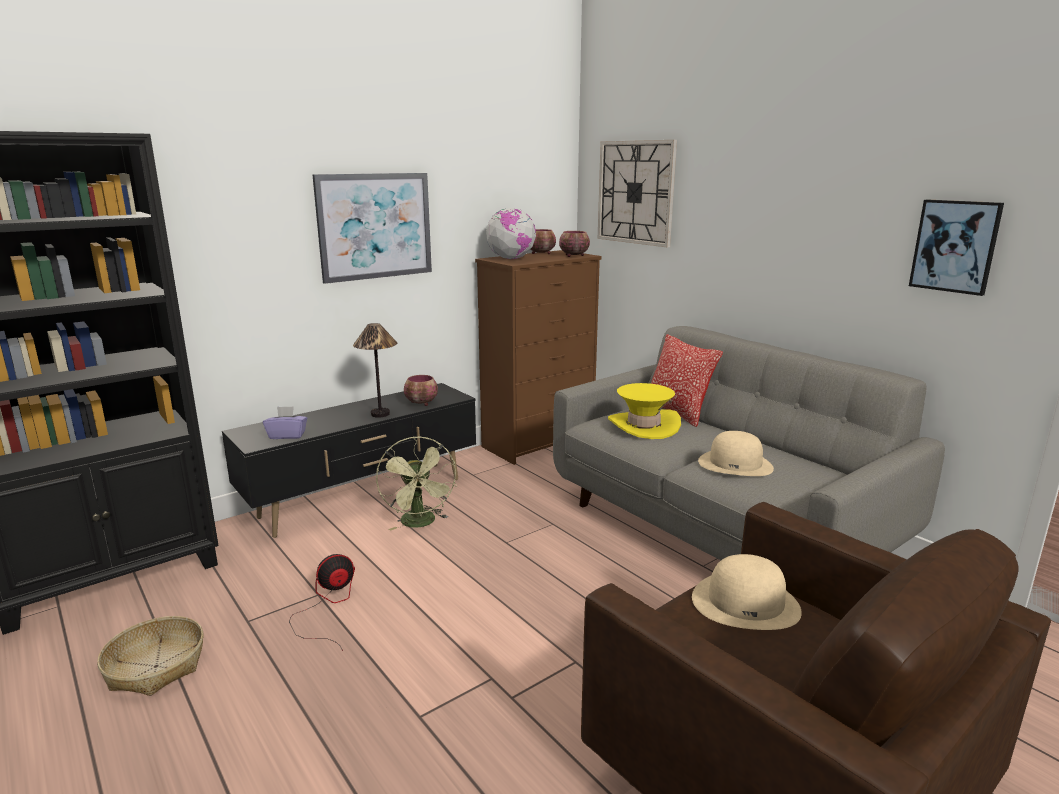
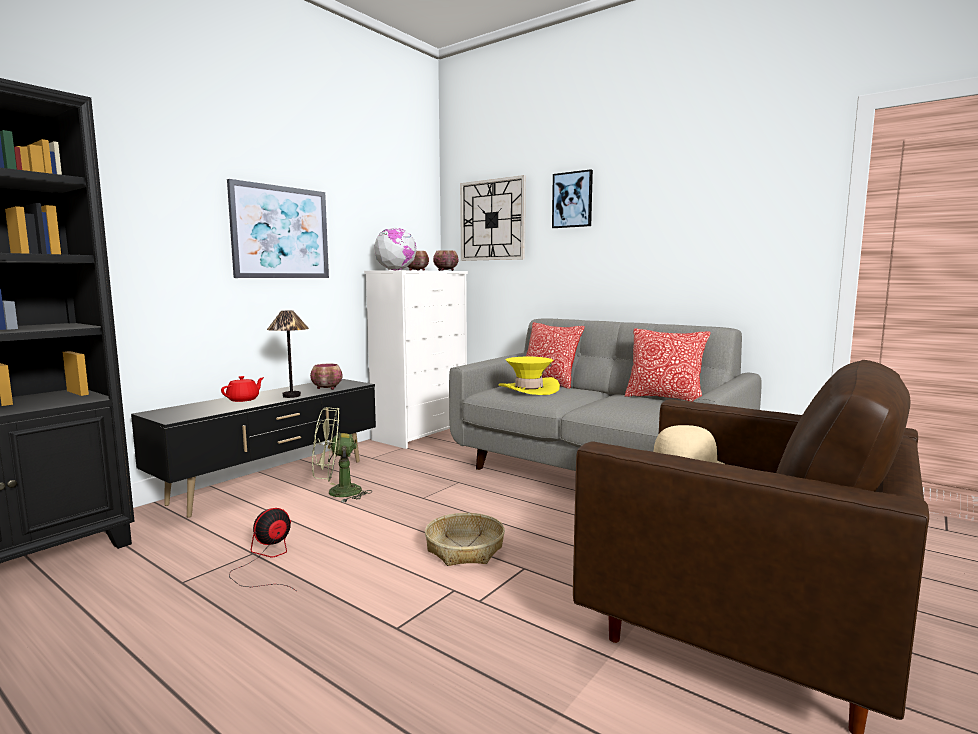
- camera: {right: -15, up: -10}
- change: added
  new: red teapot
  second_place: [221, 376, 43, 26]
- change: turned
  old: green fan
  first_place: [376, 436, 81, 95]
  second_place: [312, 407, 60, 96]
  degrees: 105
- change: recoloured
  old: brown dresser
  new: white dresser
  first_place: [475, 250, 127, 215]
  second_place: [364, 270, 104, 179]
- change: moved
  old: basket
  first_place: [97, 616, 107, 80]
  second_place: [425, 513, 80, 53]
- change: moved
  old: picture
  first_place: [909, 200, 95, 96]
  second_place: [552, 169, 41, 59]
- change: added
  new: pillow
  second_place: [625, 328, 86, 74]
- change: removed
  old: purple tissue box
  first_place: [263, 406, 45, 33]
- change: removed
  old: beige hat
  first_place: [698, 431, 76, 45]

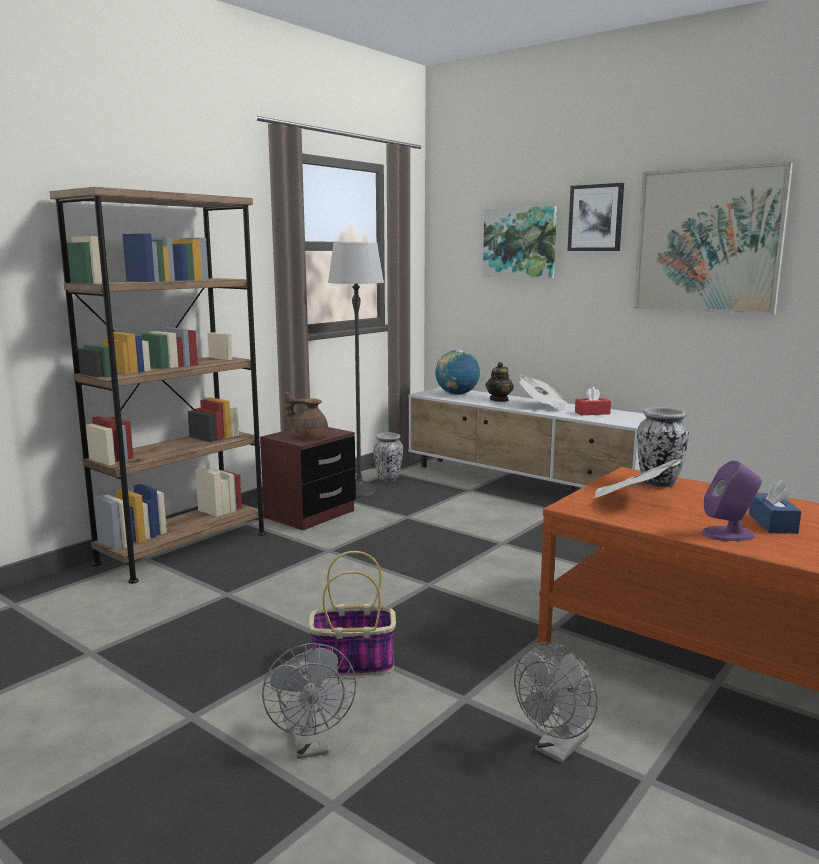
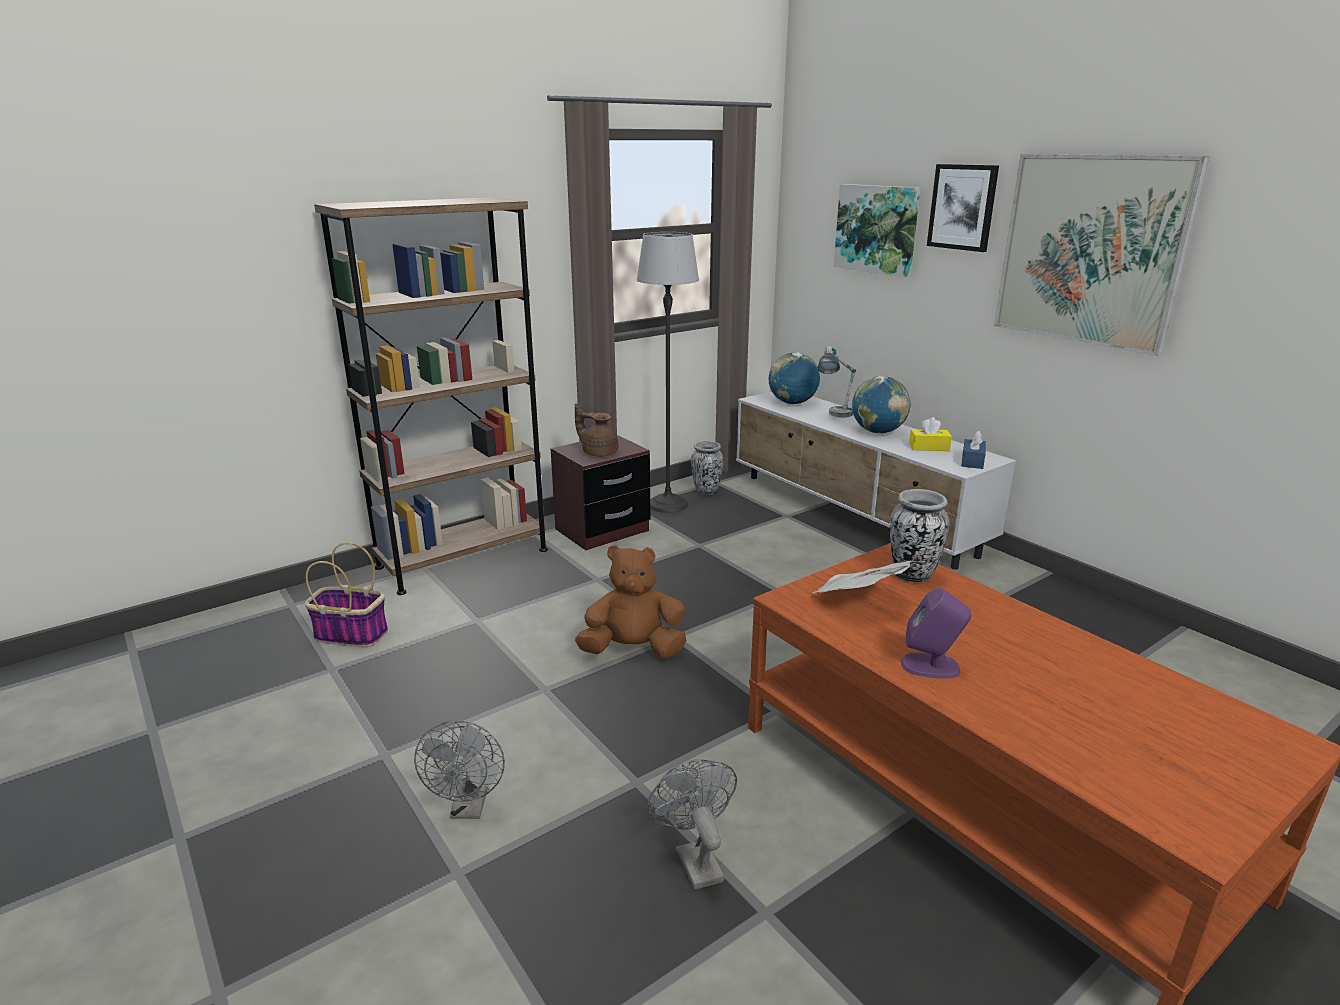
- camera: {right: 15, up: 10}
- change: moved
  old: basket
  first_place: [309, 551, 87, 125]
  second_place: [305, 542, 83, 105]
- change: added
  new: brown plush toy
  second_place: [575, 545, 111, 113]
- change: turned
  old: grey fan
  first_place: [514, 642, 84, 121]
  second_place: [647, 760, 90, 130]
  degrees: 105
- change: replaced
  old: teapot
  new: table lamp
  first_place: [486, 362, 28, 40]
  second_place: [818, 346, 38, 71]
- change: replaced
  old: newspaper
  new: globe
  first_place: [519, 375, 49, 36]
  second_place: [852, 376, 58, 57]
- change: recoloured
  old: red tissue box
  new: yellow tissue box
  first_place: [575, 387, 36, 28]
  second_place: [909, 417, 43, 34]
- change: moved
  old: blue tissue box
  first_place: [749, 480, 52, 54]
  second_place: [962, 431, 24, 38]

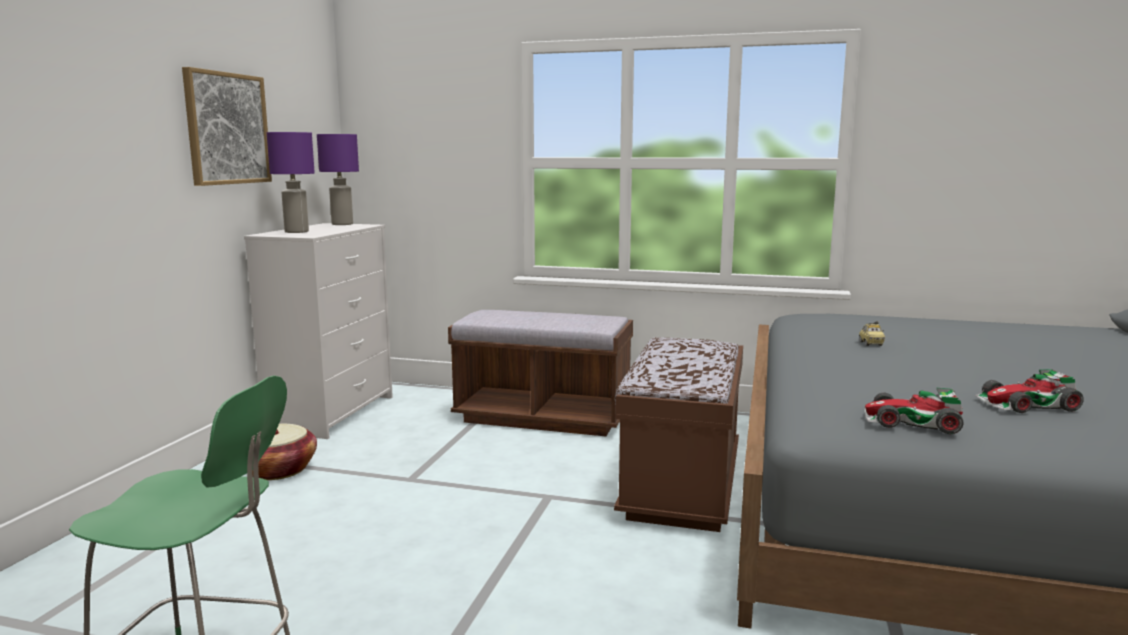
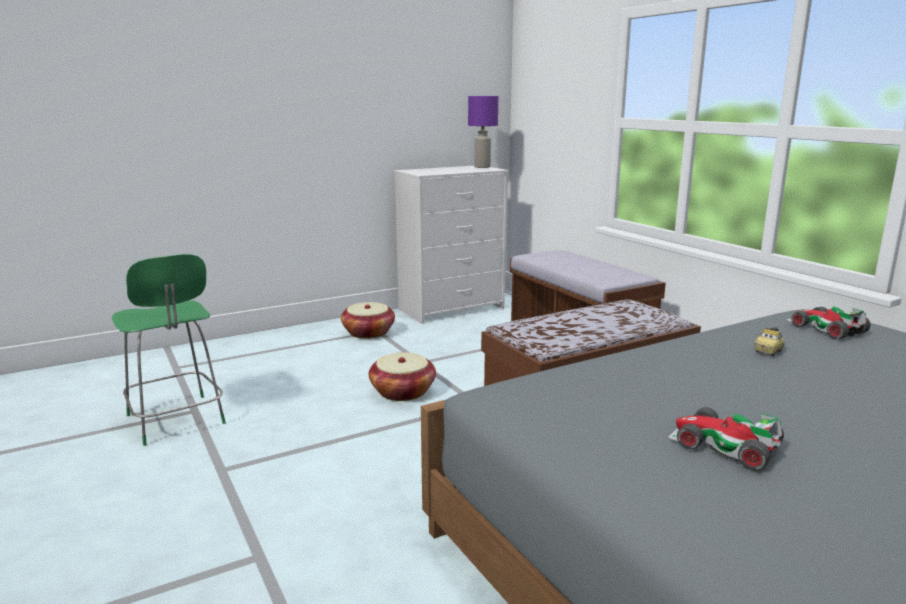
- camera: {right: 45, up: 5}
- change: added
  new: basket
  second_place: [369, 352, 67, 49]
- change: moved
  old: toy car
  first_place: [864, 388, 100, 46]
  second_place: [786, 306, 85, 34]
- change: removed
  old: picture
  first_place: [182, 67, 90, 119]
- change: removed
  old: purple table lamp
  first_place: [267, 132, 48, 101]

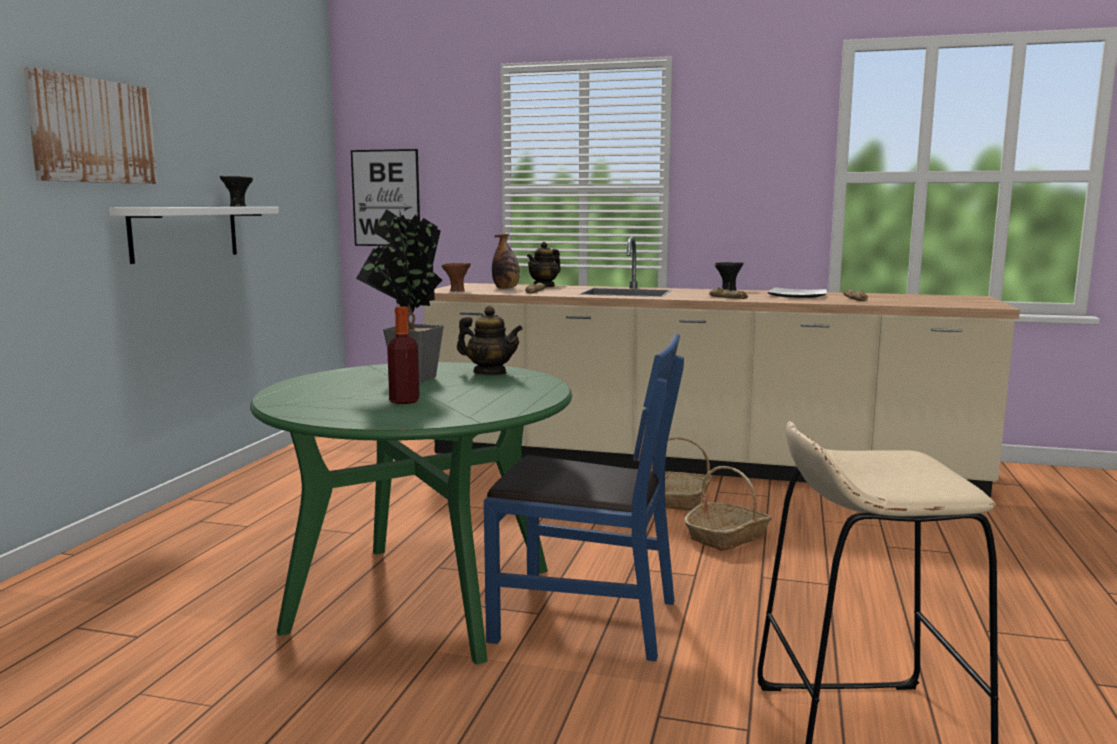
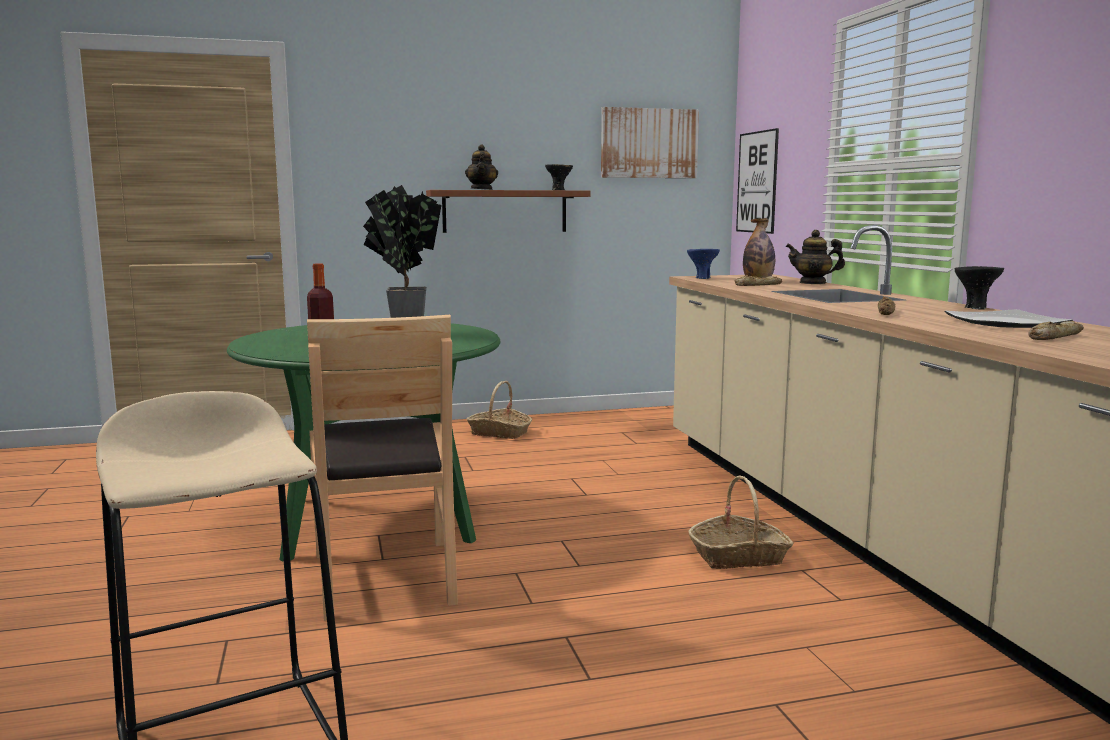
- camera: {right: 60, up: 0}
- change: recoloured
  old: blue chair
  new: brown chair
  first_place: [484, 334, 200, 327]
  second_place: [307, 315, 151, 306]
- change: recoloured
  old: white shelf
  new: brown shelf
  first_place: [109, 207, 170, 57]
  second_place: [426, 190, 165, 43]
- change: moved
  old: teapot
  first_place: [457, 306, 66, 69]
  second_place: [465, 144, 33, 46]
- change: moved
  old: basket
  first_place: [684, 466, 88, 85]
  second_place: [467, 381, 65, 58]
- change: moved
  old: picture
  first_place: [24, 67, 134, 117]
  second_place: [601, 107, 98, 71]
- change: recoloured
  old: brown bowl
  new: blue bowl
  first_place: [442, 263, 29, 29]
  second_place: [687, 249, 33, 30]

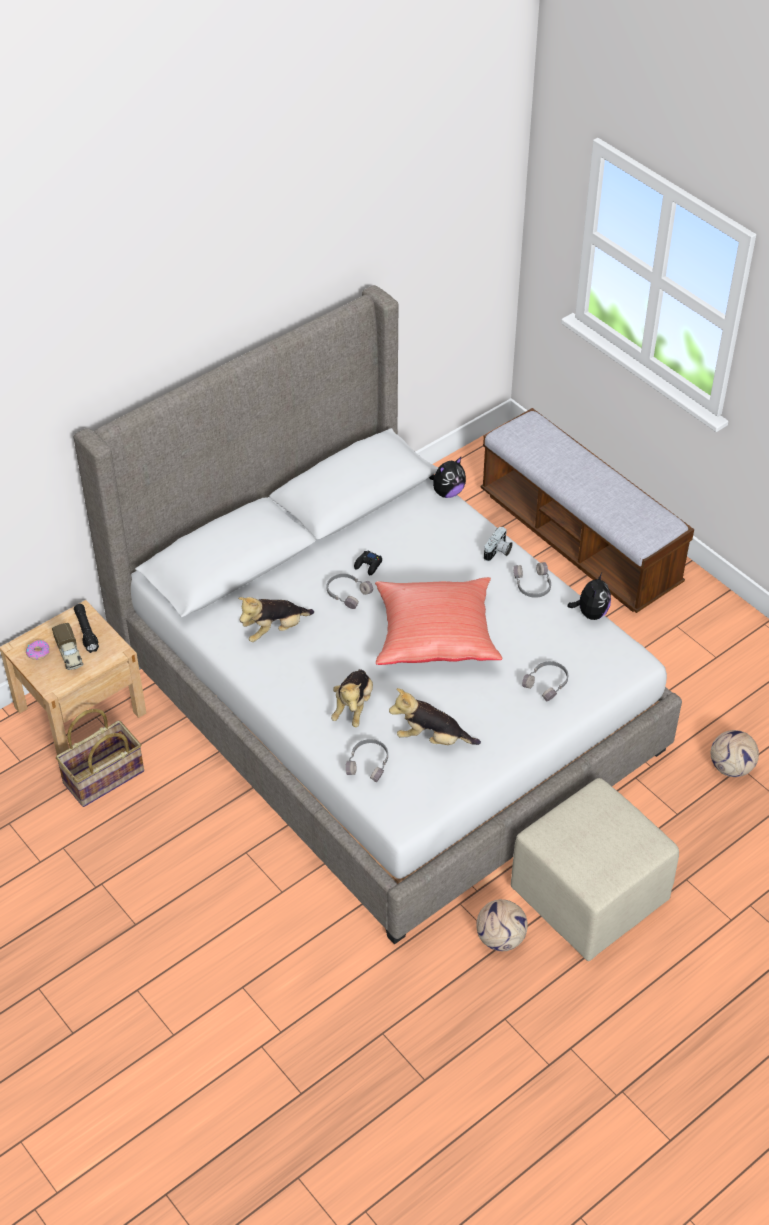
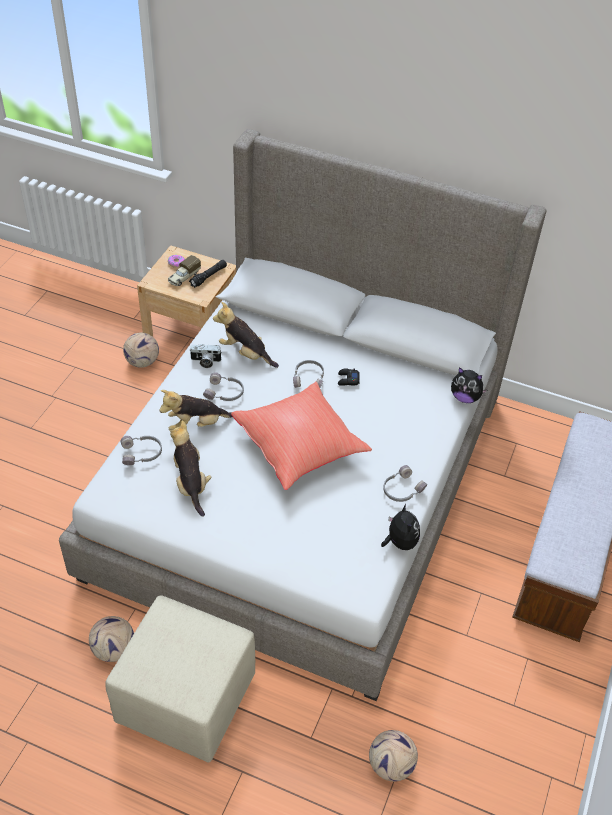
- camera: {right: 60, up: 0}
- change: replaced
  old: basket
  new: football
  first_place: [56, 709, 88, 98]
  second_place: [123, 332, 36, 36]
- change: moved
  old: photo camera
  first_place: [484, 527, 29, 34]
  second_place: [189, 344, 32, 24]
- change: moved
  old: grey headphones
  first_place: [522, 661, 46, 41]
  second_place: [203, 372, 41, 29]
- change: turned
  old: plush toy
  first_place: [567, 573, 44, 47]
  second_place: [381, 504, 39, 46]
  degrees: -90

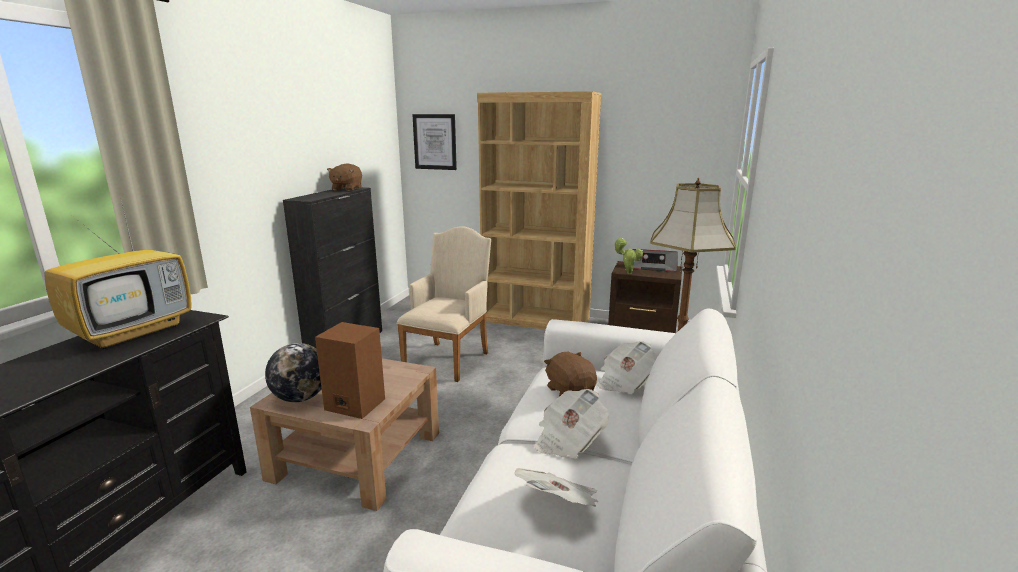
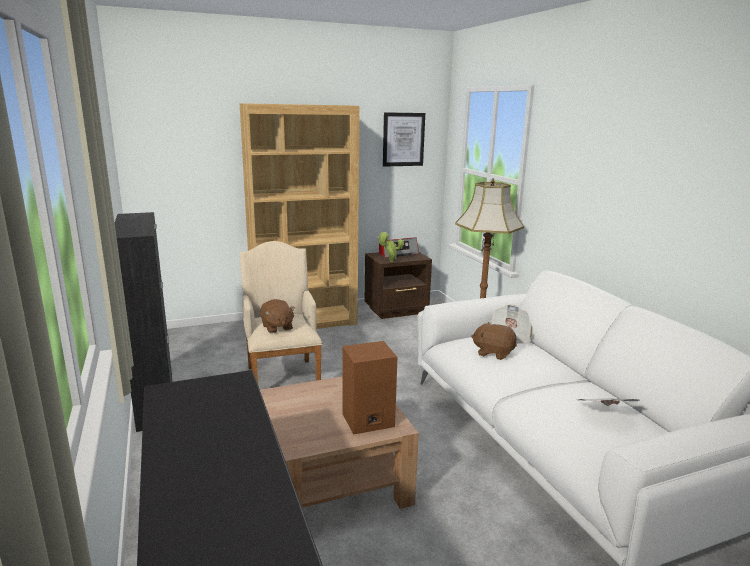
- camera: {right: -40, up: 0}
- change: moved
  old: brown plush toy
  first_place: [327, 163, 35, 28]
  second_place: [260, 299, 35, 34]
- change: moved
  old: picture
  first_place: [412, 114, 45, 56]
  second_place: [383, 112, 42, 55]
- change: removed
  old: television
  first_place: [44, 196, 148, 154]
- change: removed
  old: globe
  first_place: [265, 343, 57, 59]
- change: removed
  old: newspaper
  first_place: [534, 389, 75, 70]

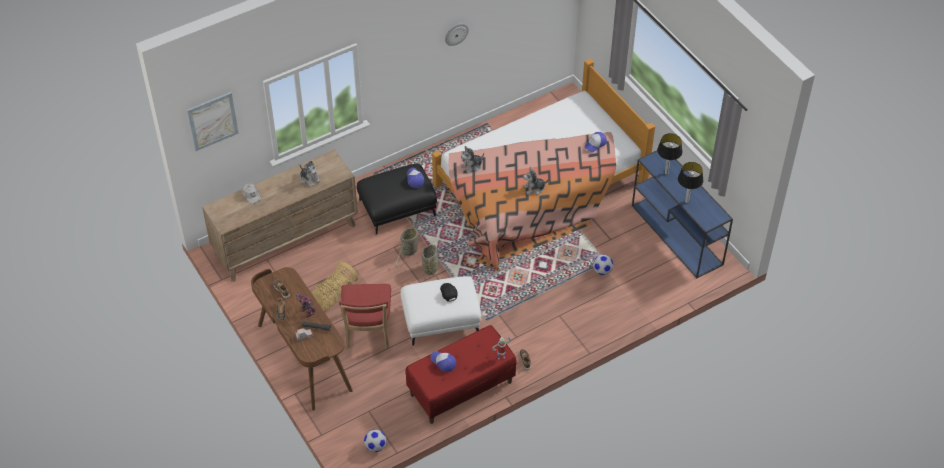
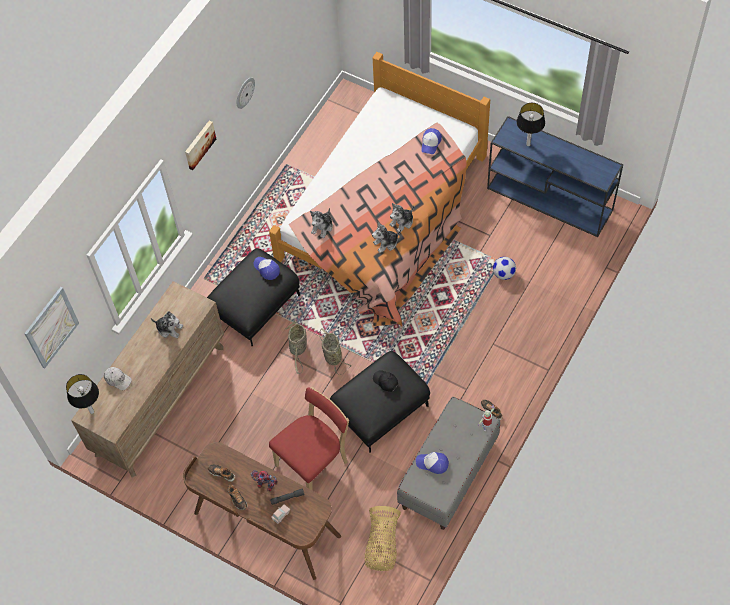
- camera: {right: -25, up: 10}
- change: moved
  old: table lamp
  first_place: [678, 162, 25, 41]
  second_place: [66, 374, 33, 40]
- change: added
  new: picture
  second_place: [185, 120, 31, 50]
- change: turned
  old: red chair
  first_place: [339, 284, 52, 65]
  second_place: [269, 387, 80, 104]
  degrees: -105
- change: recoloured
  old: white ottoman
  new: black ottoman
  first_place: [401, 276, 80, 70]
  second_place: [330, 351, 100, 102]
- change: moved
  old: basket
  first_place: [311, 262, 47, 48]
  second_place: [365, 506, 36, 65]
- change: added
  new: plush toy
  second_place: [372, 222, 29, 31]
- change: recoloured
  old: red bench
  new: grey bench
  first_place: [406, 325, 110, 99]
  second_place: [397, 397, 103, 133]
- change: removed
  old: football
  first_place: [364, 429, 23, 23]

